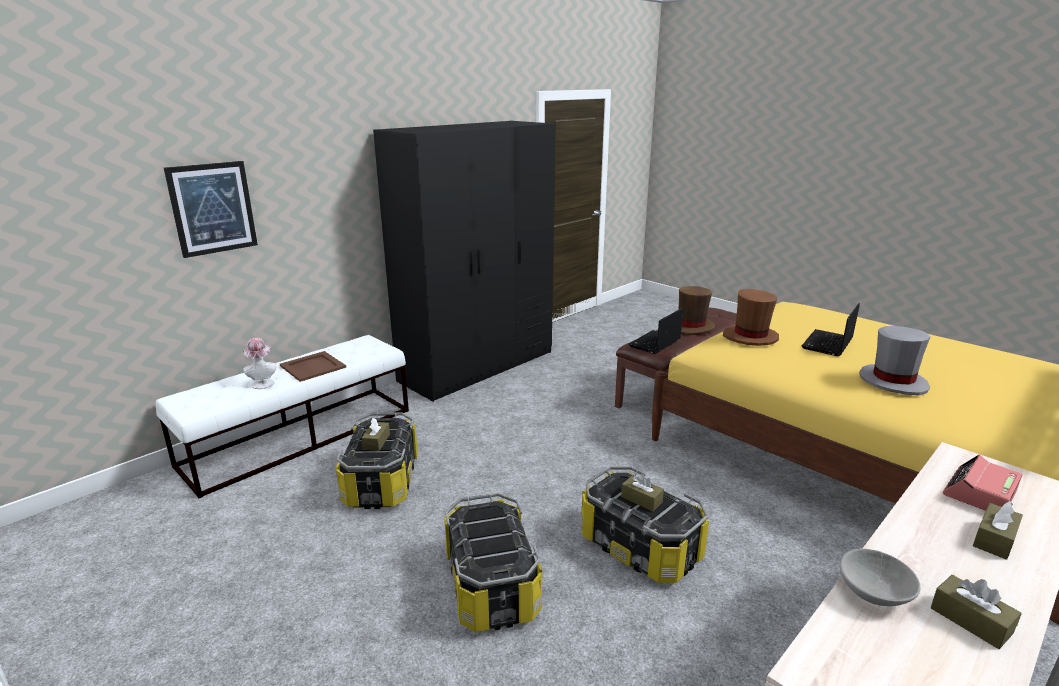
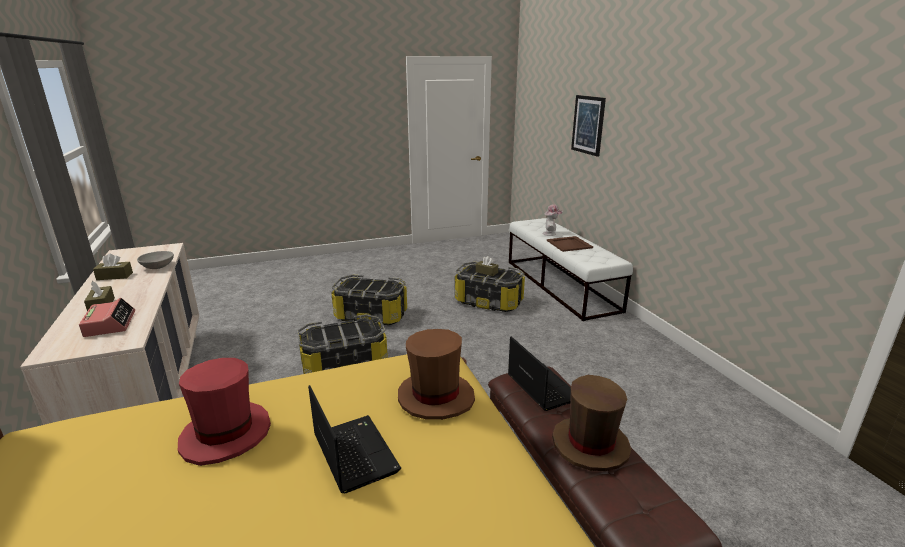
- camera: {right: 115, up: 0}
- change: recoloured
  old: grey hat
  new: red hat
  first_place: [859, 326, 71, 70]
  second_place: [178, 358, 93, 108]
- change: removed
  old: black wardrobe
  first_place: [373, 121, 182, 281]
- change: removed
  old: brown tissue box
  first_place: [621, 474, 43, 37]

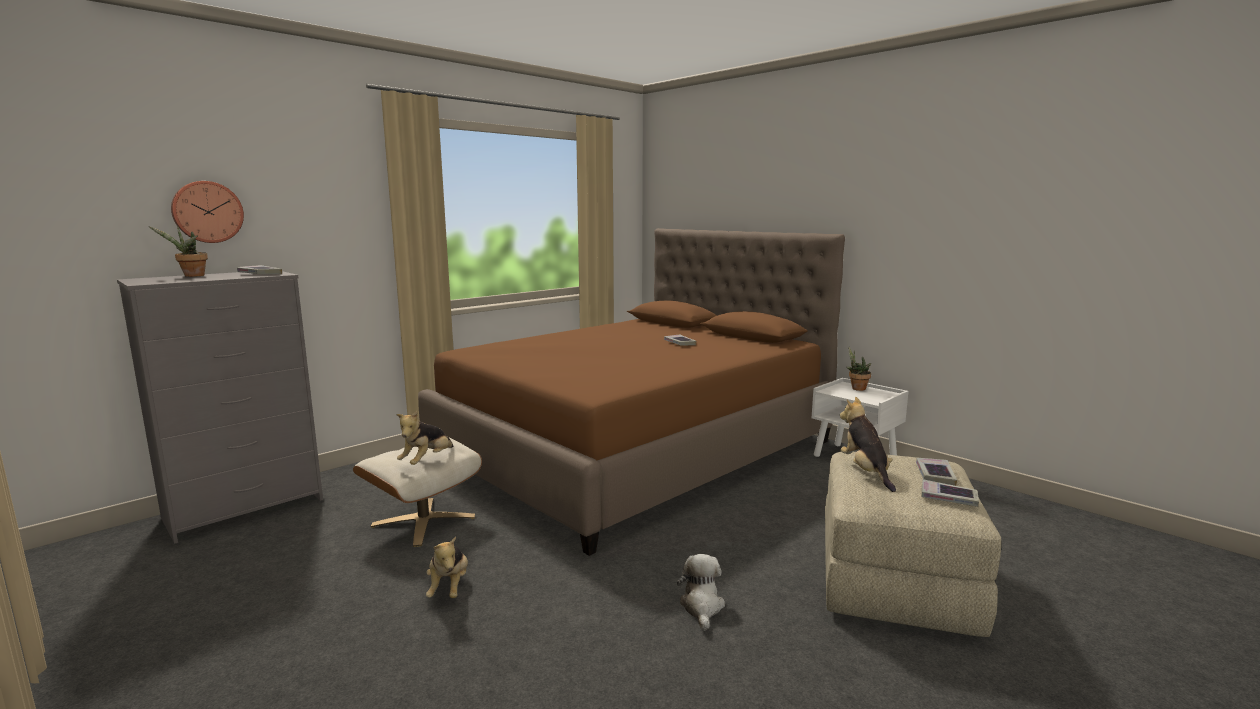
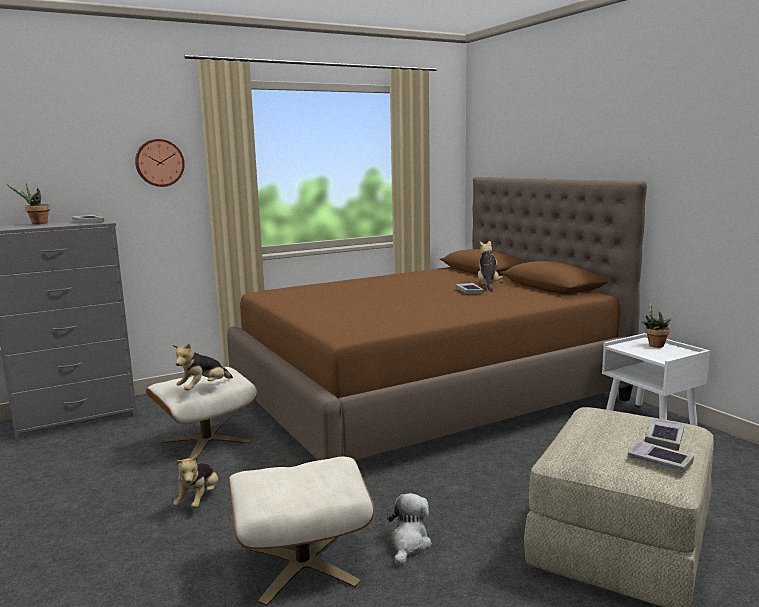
- camera: {right: 15, up: 0}
- change: moved
  old: wall clock
  first_place: [171, 181, 73, 62]
  second_place: [135, 139, 50, 48]
- change: added
  new: beige ottoman
  second_place: [229, 457, 145, 149]
- change: moved
  old: plush toy
  first_place: [840, 397, 56, 95]
  second_place: [478, 241, 25, 51]

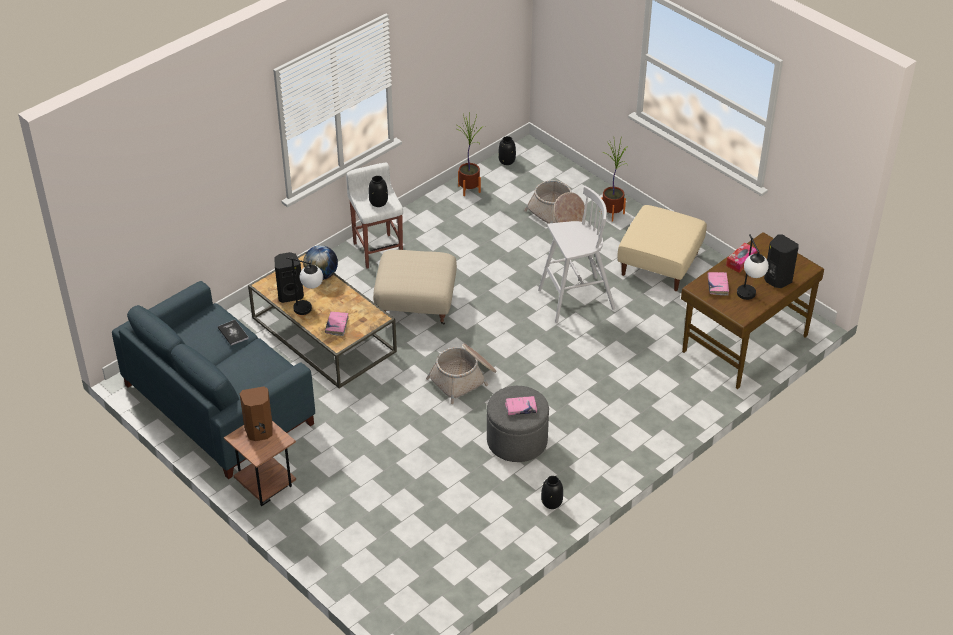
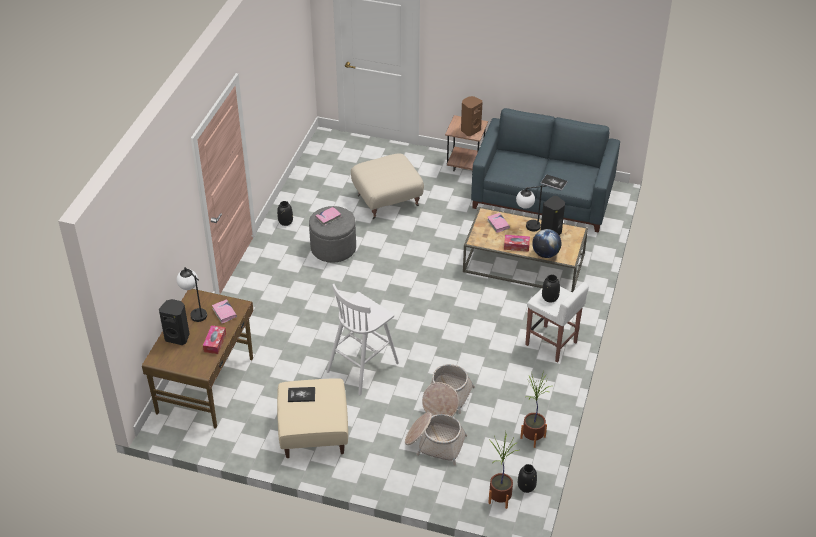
- camera: {right: 150, up: 0}
- change: added
  new: book
  second_place: [288, 387, 27, 15]
- change: moved
  old: beige ottoman
  first_place: [373, 250, 84, 75]
  second_place: [351, 153, 73, 66]
- change: moved
  old: basket
  first_place: [426, 343, 71, 61]
  second_place: [422, 364, 53, 53]
- change: moved
  old: potted plant
  first_place: [601, 140, 28, 81]
  second_place: [488, 431, 31, 78]
- change: added
  new: tissue box
  second_place: [504, 235, 26, 17]

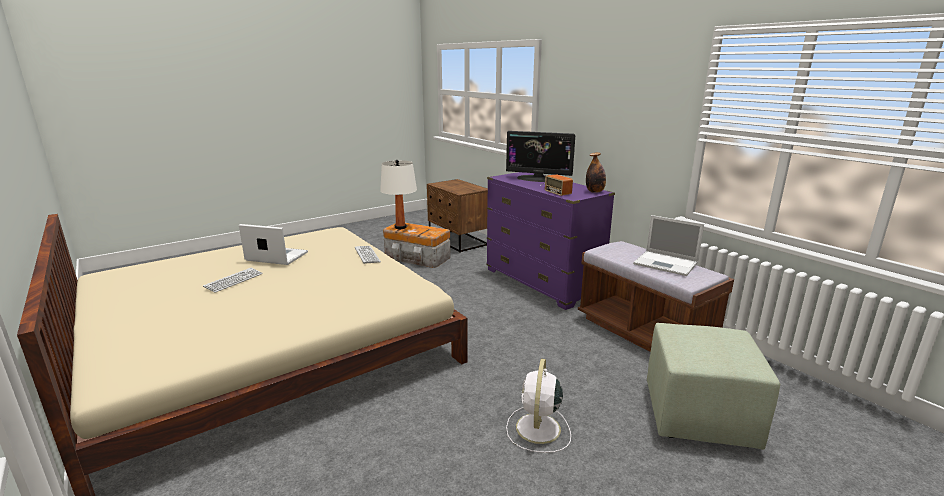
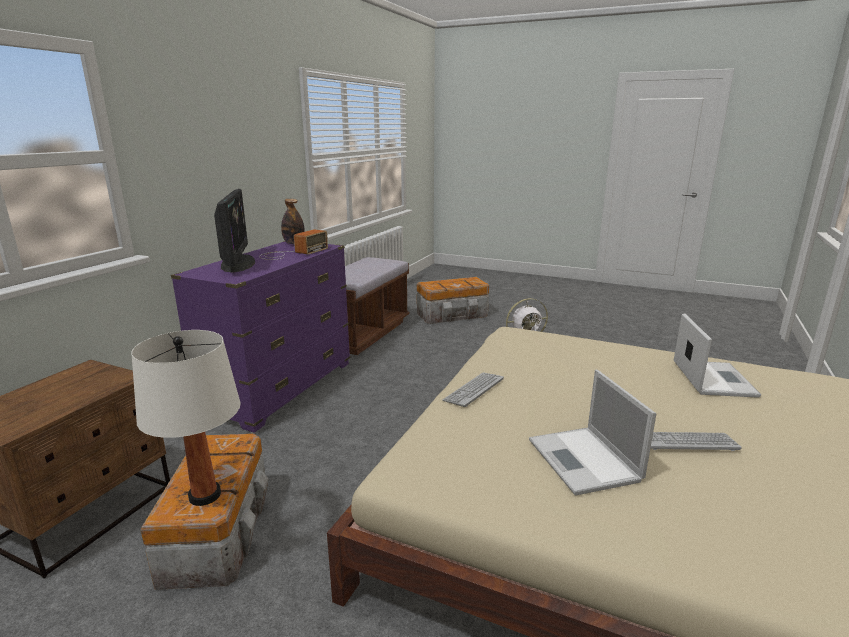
- camera: {right: -120, up: 0}
- change: replaced
  old: green ottoman
  new: storage box
  first_place: [647, 323, 133, 127]
  second_place: [417, 277, 72, 47]
- change: moved
  old: laptop
  first_place: [633, 215, 71, 61]
  second_place: [674, 314, 87, 84]

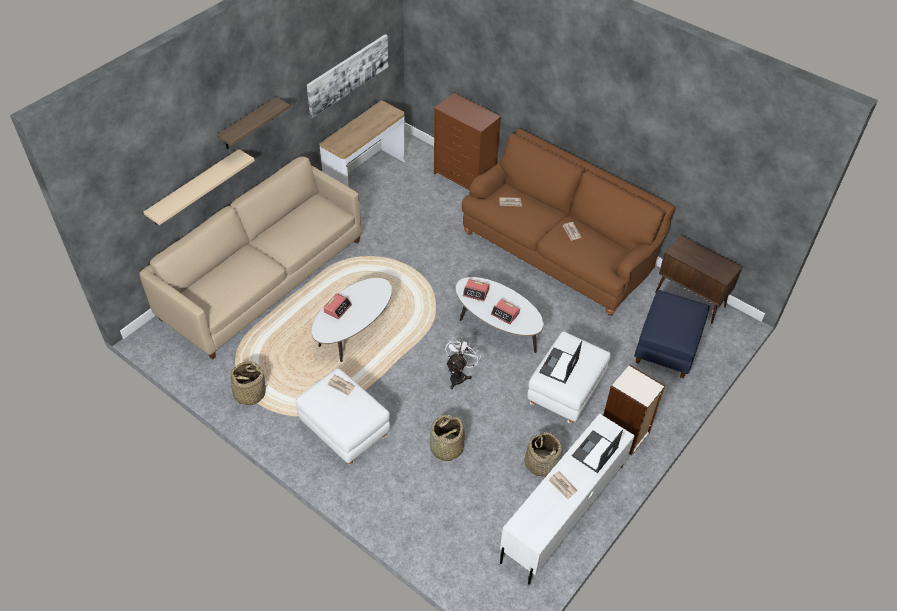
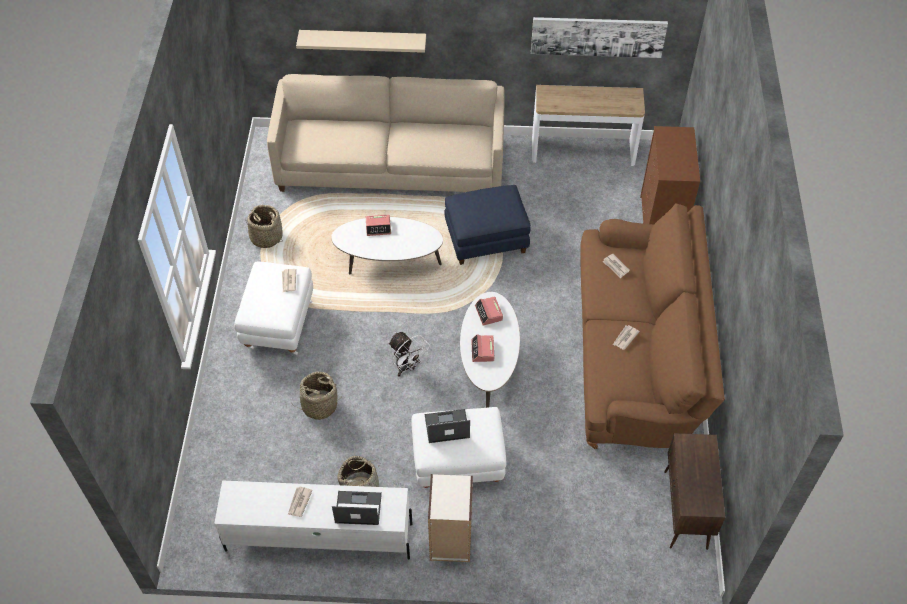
- camera: {right: 55, up: 5}
- change: turned
  old: white fan
  first_place: [445, 337, 36, 52]
  second_place: [388, 332, 42, 45]
  degrees: 60
- change: moved
  old: blue ottoman
  first_place: [634, 290, 76, 88]
  second_place: [445, 185, 86, 80]
- change: removed
  old: shelf
  first_place: [217, 97, 74, 52]

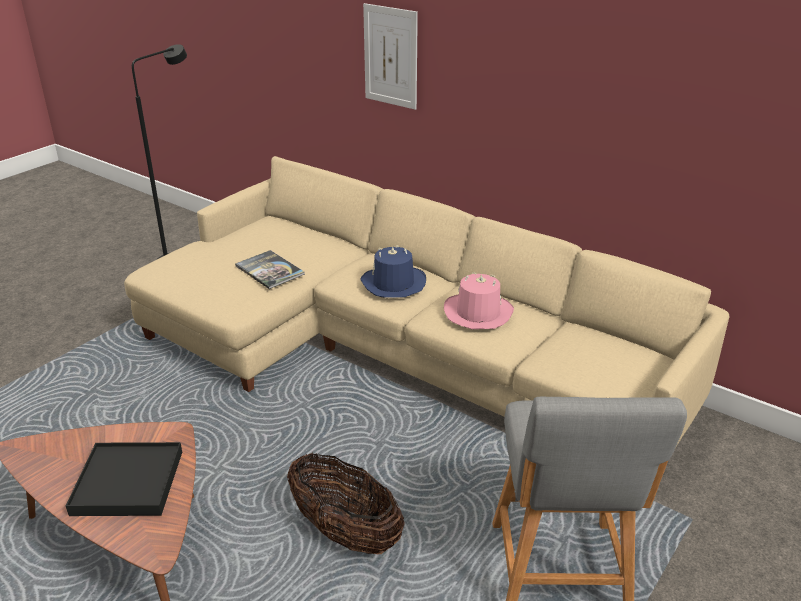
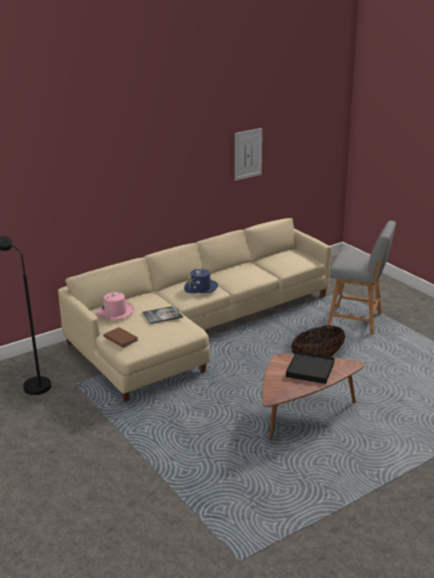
- camera: {right: -70, up: -5}
- change: moved
  old: pink hat
  first_place: [444, 272, 70, 57]
  second_place: [97, 291, 37, 29]
- change: added
  new: brown book
  second_place: [104, 327, 34, 21]
- change: moved
  old: picture
  first_place: [363, 3, 55, 107]
  second_place: [235, 128, 27, 53]

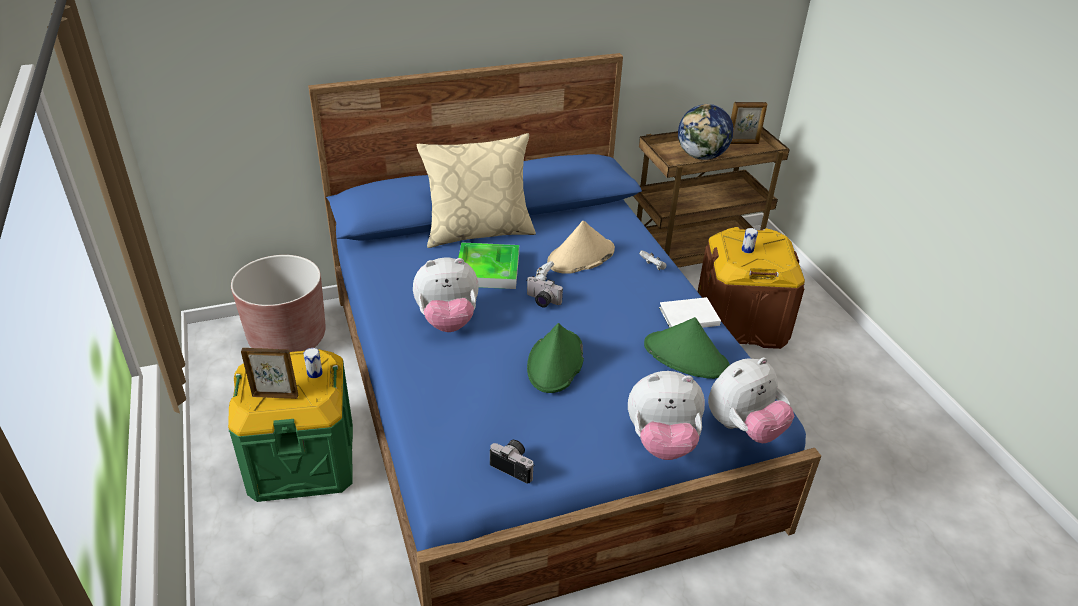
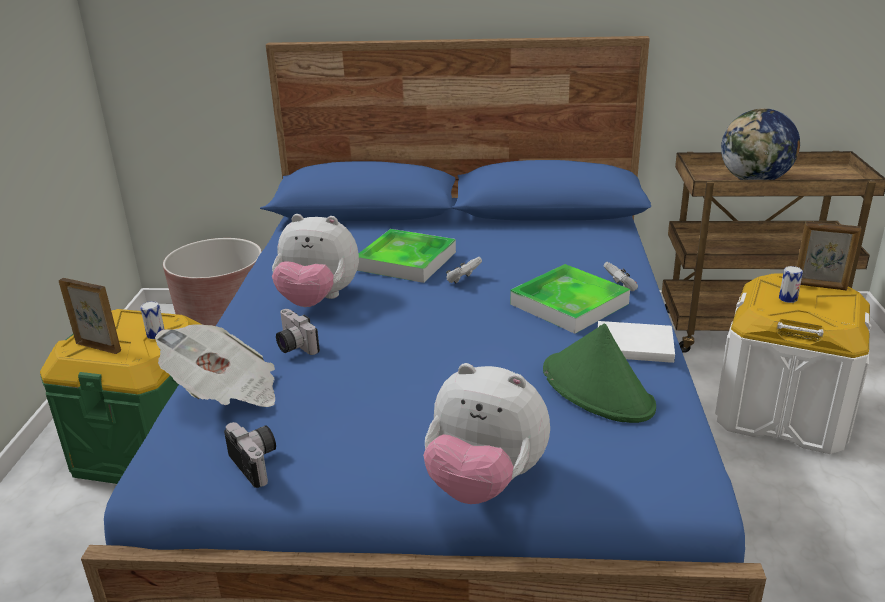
- camera: {right: 25, up: -10}
- change: added
  new: newspaper
  second_place: [155, 324, 120, 83]
- change: moved
  old: photo camera
  first_place: [527, 277, 36, 30]
  second_place: [276, 309, 44, 46]
- change: added
  new: tray
  second_place: [510, 264, 120, 70]
- change: recoloured
  old: brown storage box
  new: white storage box
  first_place: [698, 227, 107, 122]
  second_place: [715, 273, 156, 181]
- change: moved
  old: picture frame
  first_place: [731, 102, 36, 42]
  second_place: [796, 221, 65, 69]
- change: removed
  old: beige pillow
  first_place: [417, 133, 119, 115]
- change: removed
  old: green hat
  first_place: [527, 323, 57, 70]
- change: removed
  old: beige hat
  first_place: [547, 221, 68, 53]
- change: removed
  old: plush toy
  first_place: [708, 357, 86, 86]

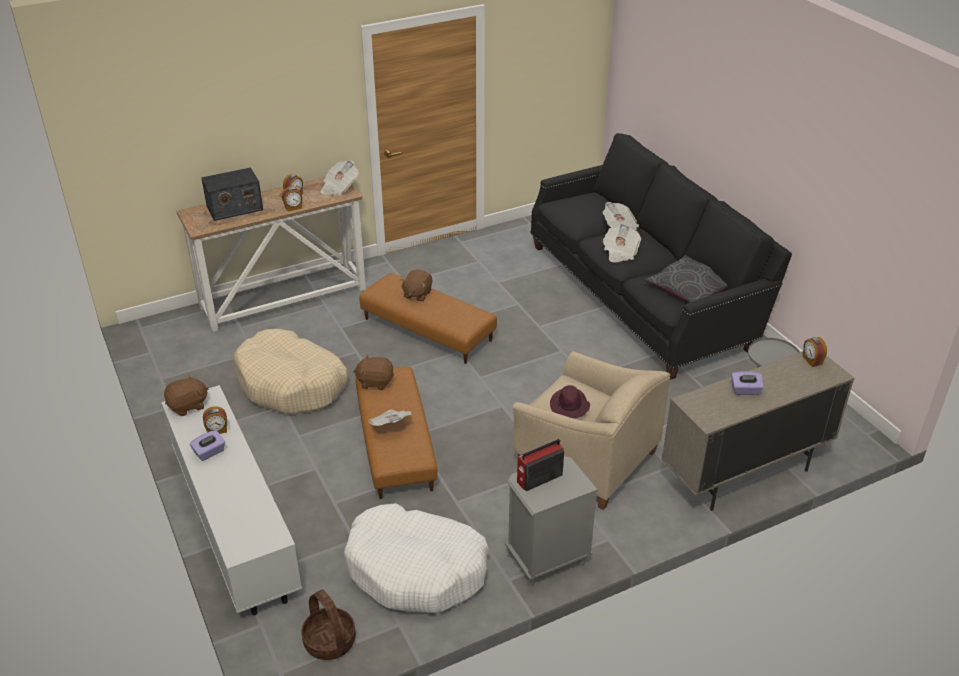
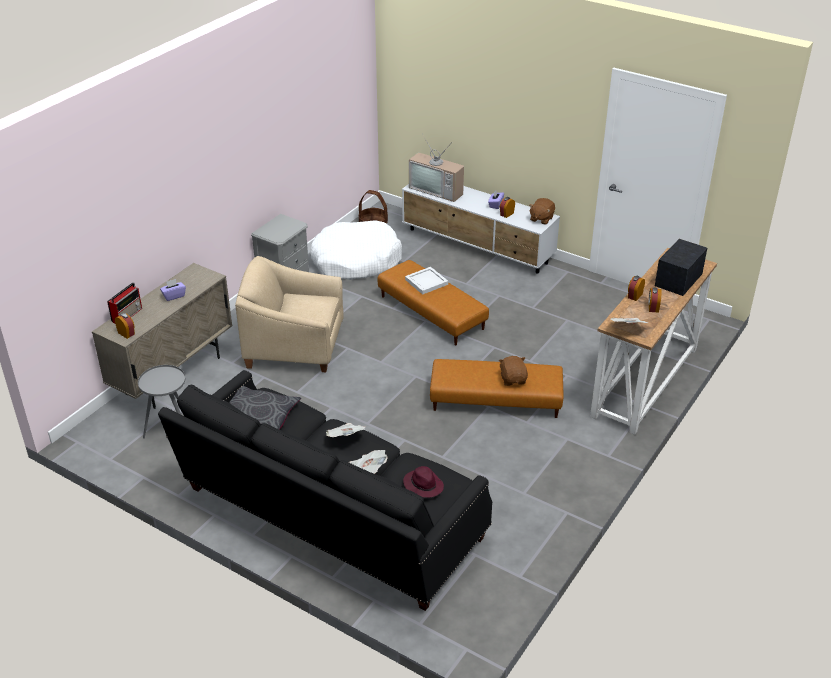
- camera: {right: 150, up: 0}
- change: moved
  old: radio
  first_place: [517, 439, 47, 52]
  second_place: [107, 282, 35, 42]
- change: moved
  old: purple hat
  first_place: [550, 385, 40, 34]
  second_place: [403, 466, 41, 32]
- change: replaced
  old: newspaper
  new: white tray
  first_place: [369, 410, 42, 16]
  second_place: [405, 267, 43, 28]
- change: added
  new: television
  second_place: [409, 137, 55, 65]
- change: removed
  old: beige dog bed
  first_place: [233, 329, 115, 85]
- change: removed
  old: brown plush toy
  first_place: [353, 355, 41, 35]

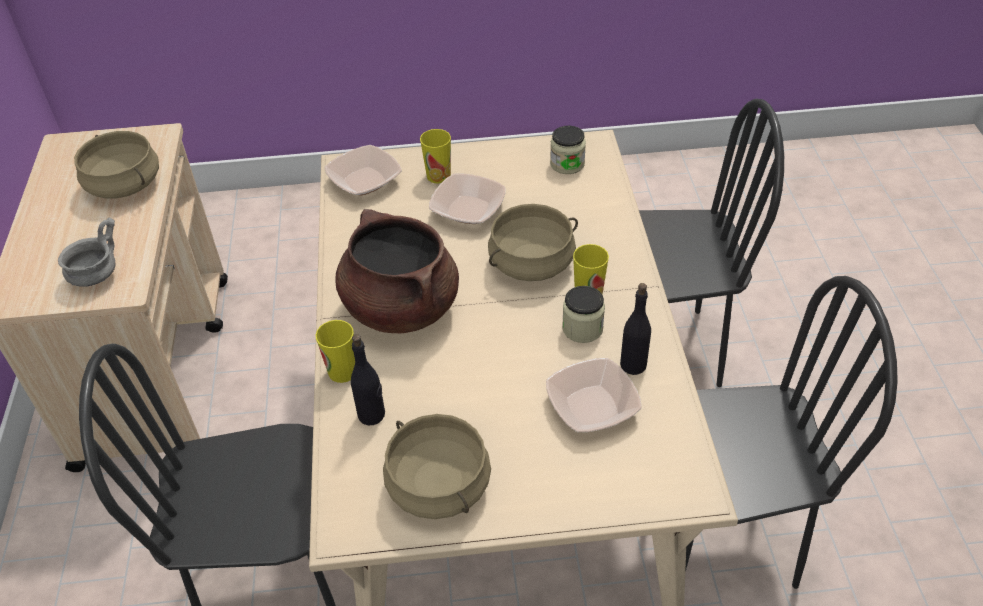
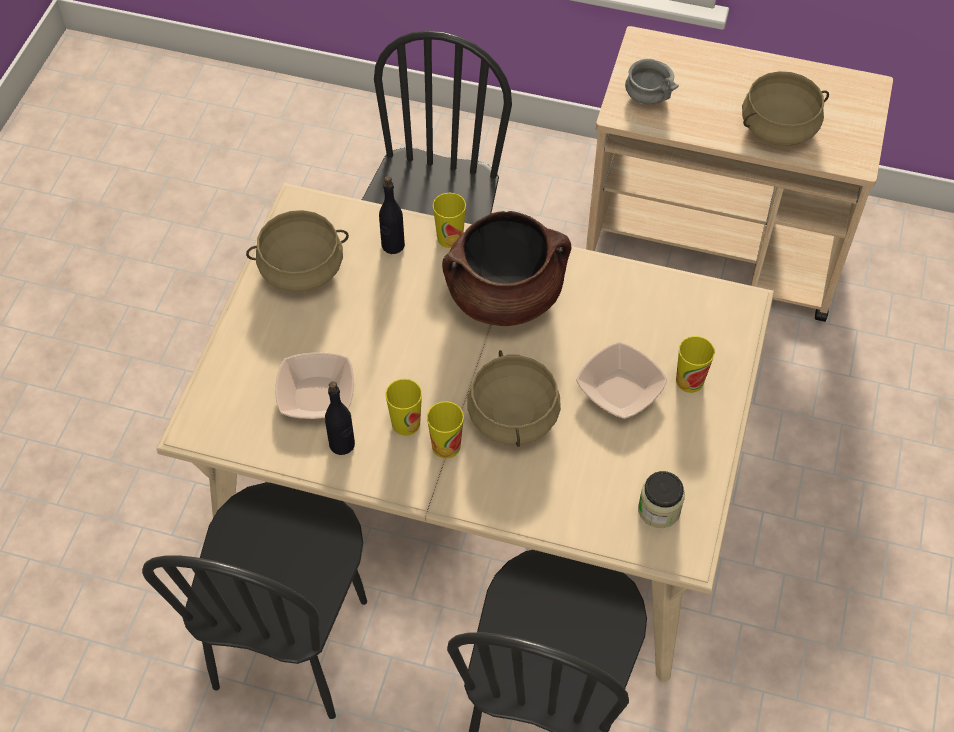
- camera: {right: 110, up: 10}
- change: replaced
  old: jar
  new: cup
  first_place: [562, 286, 43, 57]
  second_place: [385, 379, 37, 57]
- change: removed
  old: bowl
  first_place: [325, 145, 77, 51]

